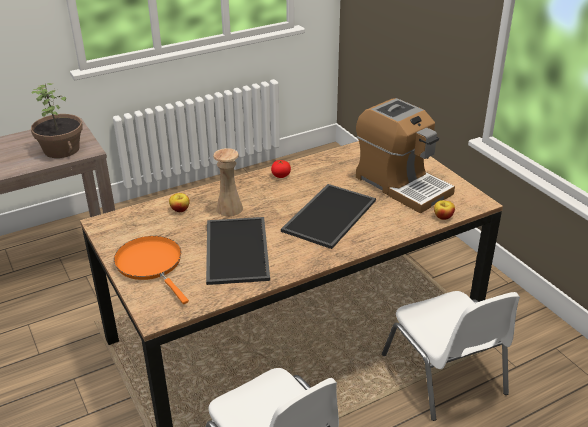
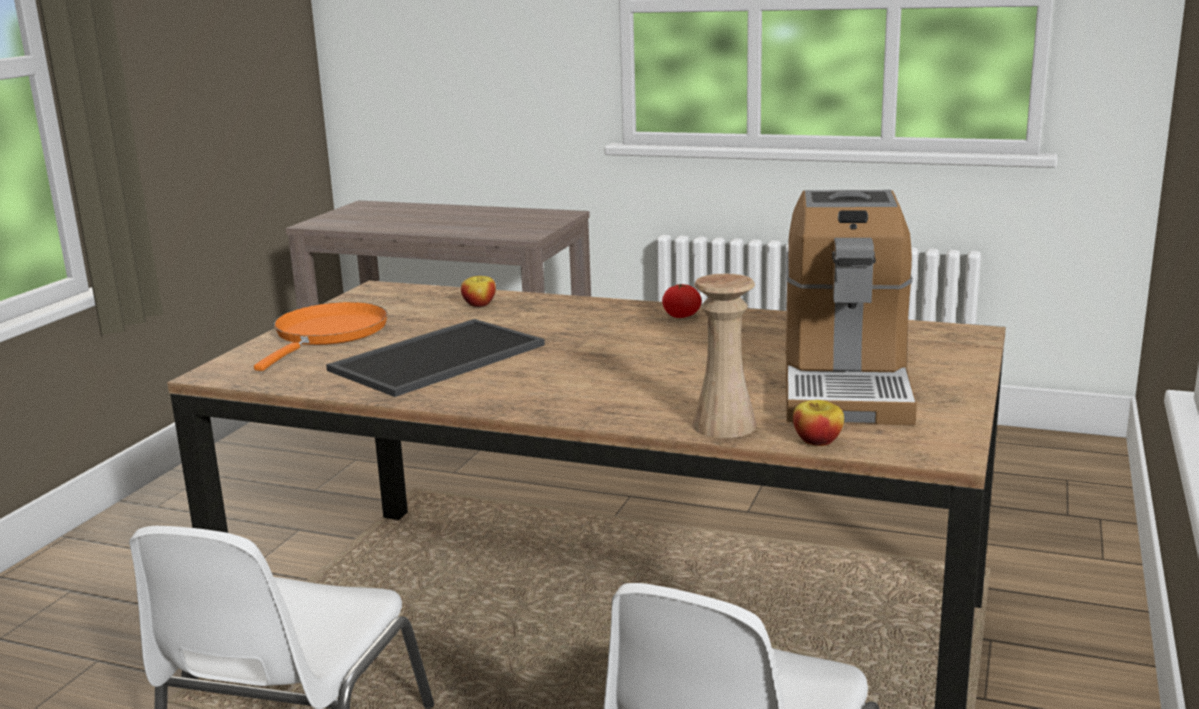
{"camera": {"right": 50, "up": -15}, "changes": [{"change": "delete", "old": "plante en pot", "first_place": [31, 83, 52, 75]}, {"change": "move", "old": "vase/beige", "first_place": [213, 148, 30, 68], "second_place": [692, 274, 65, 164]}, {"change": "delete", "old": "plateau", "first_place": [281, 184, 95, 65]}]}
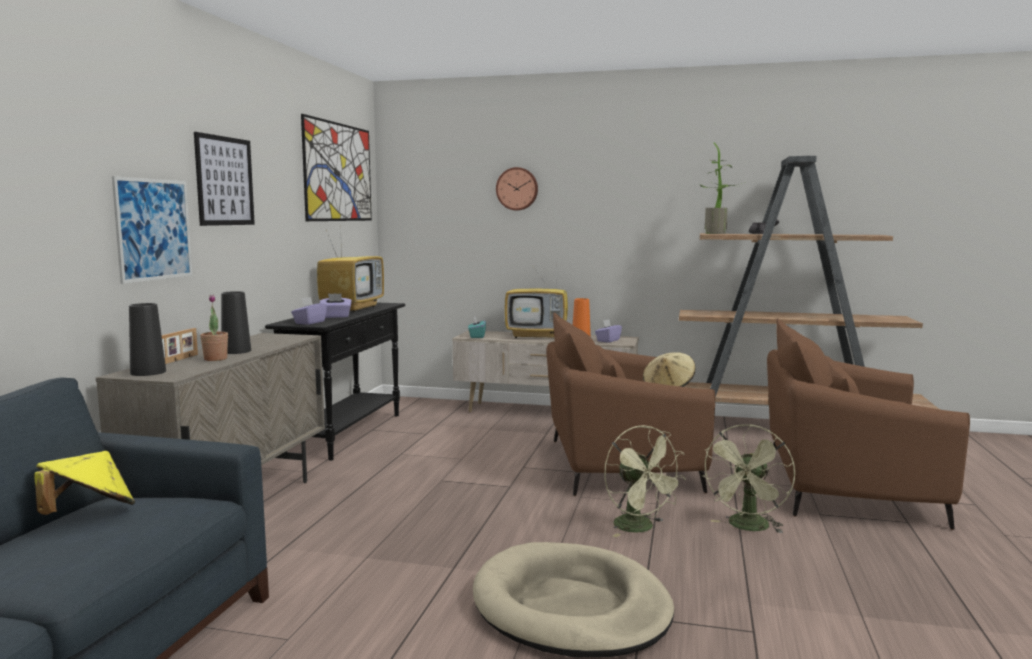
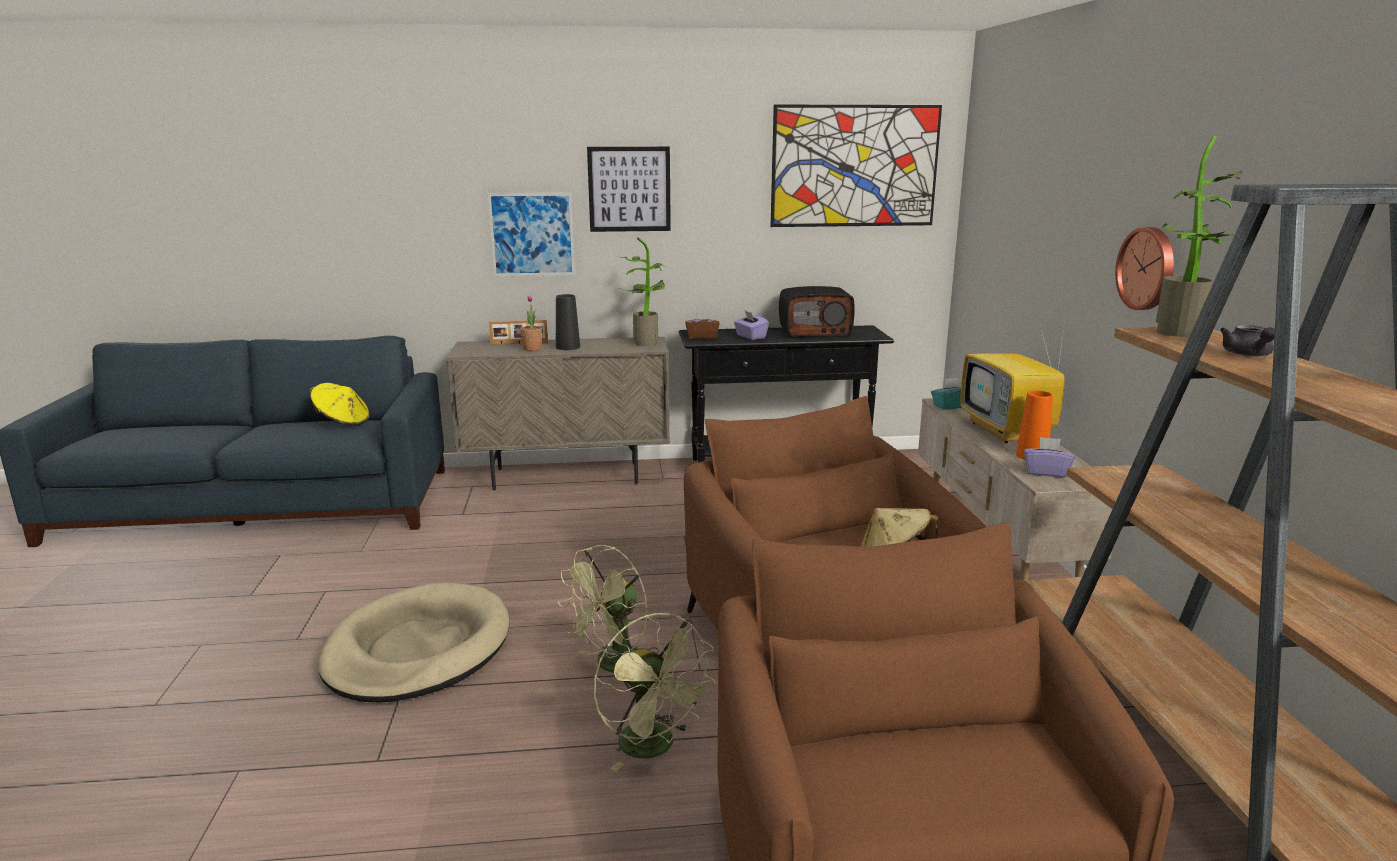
{"camera": {"right": 70, "up": 10}, "changes": [{"change": "move", "old": "horloge murale", "first_place": [496, 167, 42, 43], "second_place": [1115, 227, 59, 83]}, {"change": "replace", "old": "téléviseur", "new": "radio", "first_place": [317, 222, 67, 90], "second_place": [779, 286, 76, 52]}, {"change": "recolor", "old": "boîte à mouchoirs/violet", "new": "boîte à mouchoirs/marron", "first_place": [291, 297, 36, 28], "second_place": [685, 311, 35, 28]}, {"change": "delete", "old": "vase/noir", "first_place": [129, 303, 37, 73]}, {"change": "rotate", "old": "ventilateur/vert", "first_place": [701, 424, 94, 109], "second_place": [594, 613, 123, 158], "degrees": -135}, {"change": "insert", "new": "plante en pot", "second_place": [617, 237, 49, 109]}]}
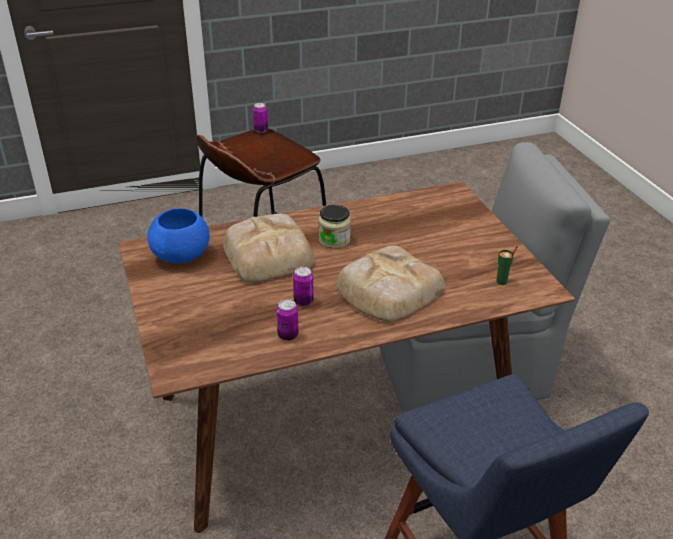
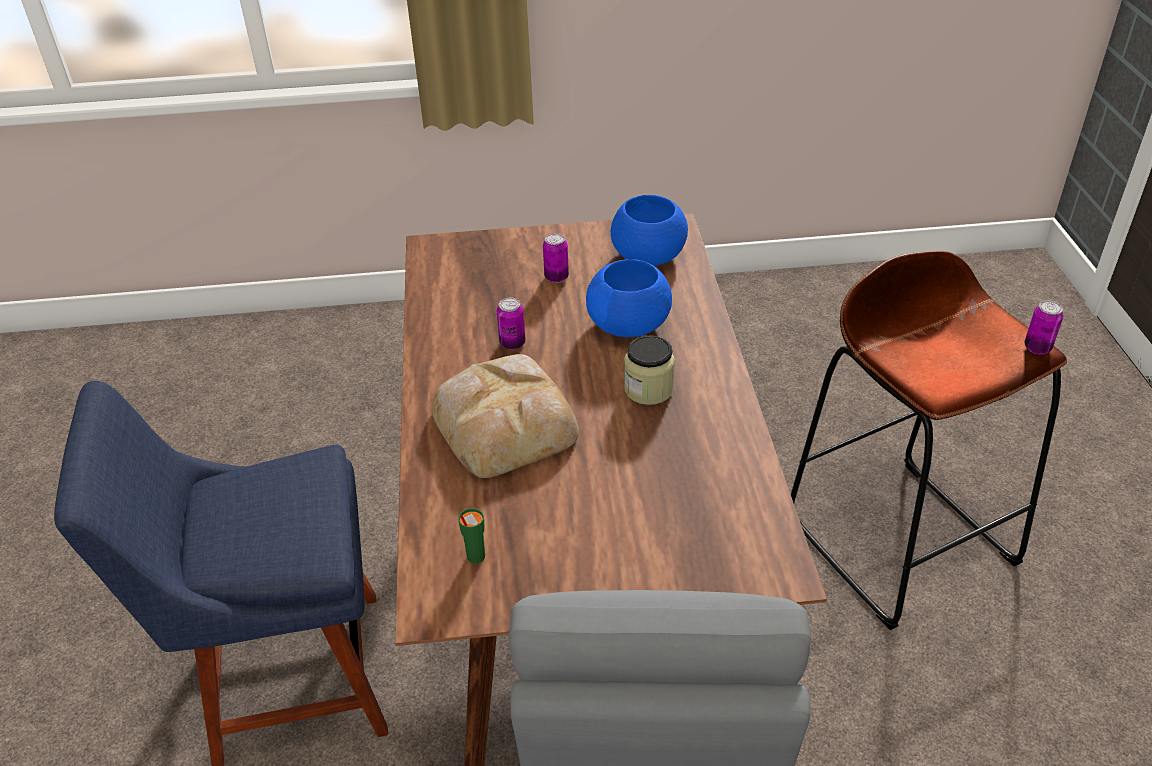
{"camera": {"right": 105, "up": 5}, "changes": [{"change": "replace", "old": "pain", "new": "bol/bleu", "first_place": [223, 214, 91, 69], "second_place": [586, 259, 86, 78]}, {"change": "move", "old": "boîte métallique", "first_place": [276, 299, 23, 42], "second_place": [543, 233, 26, 50]}]}
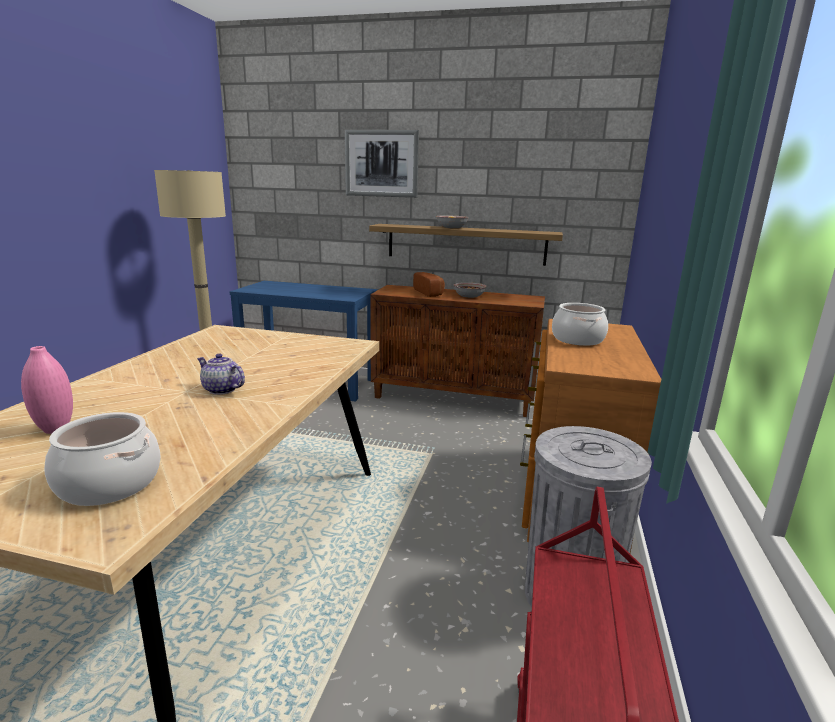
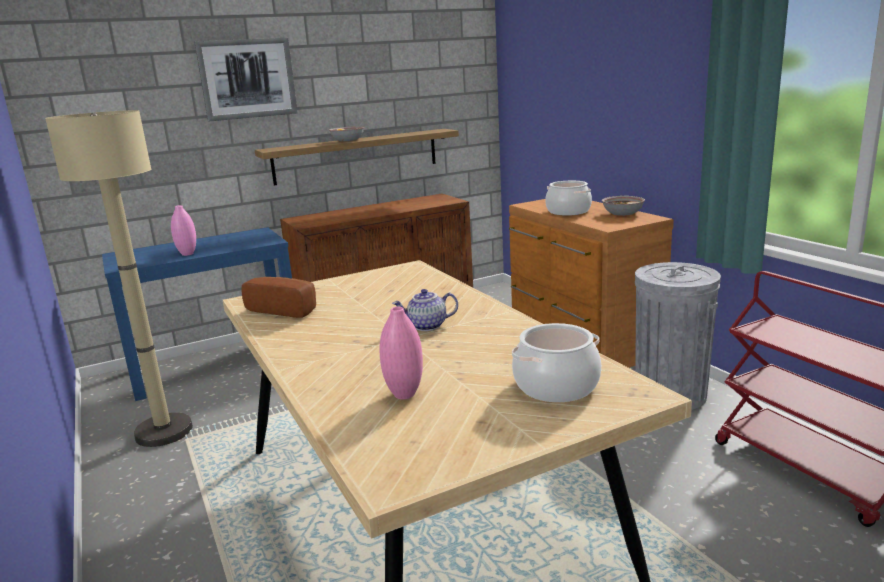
{"camera": {"right": -40, "up": 0}, "changes": [{"change": "move", "old": "pain", "first_place": [413, 272, 32, 25], "second_place": [242, 277, 74, 41]}, {"change": "move", "old": "bol", "first_place": [454, 282, 33, 16], "second_place": [602, 196, 43, 20]}, {"change": "insert", "new": "vase/rose", "second_place": [171, 205, 25, 51]}]}
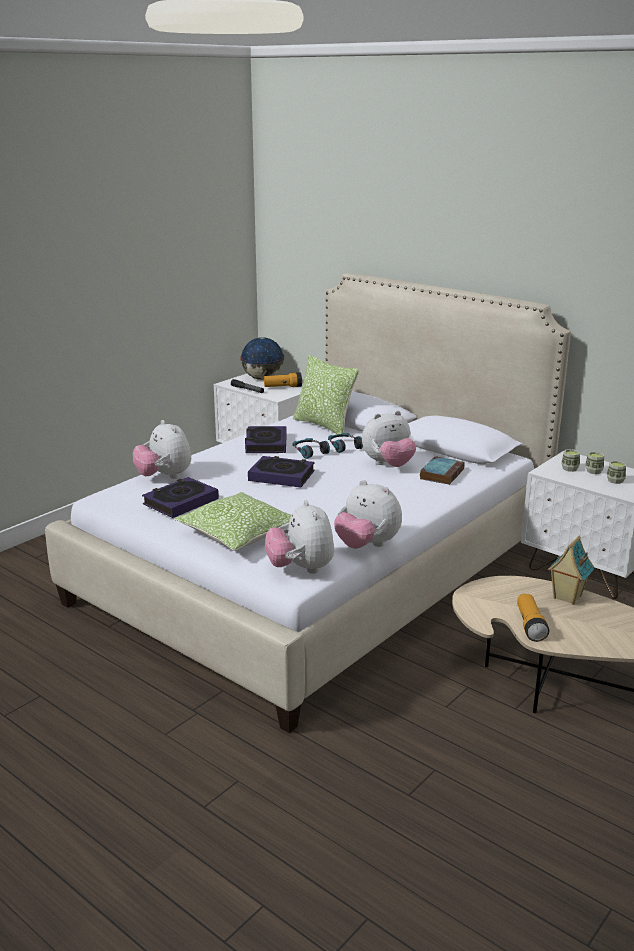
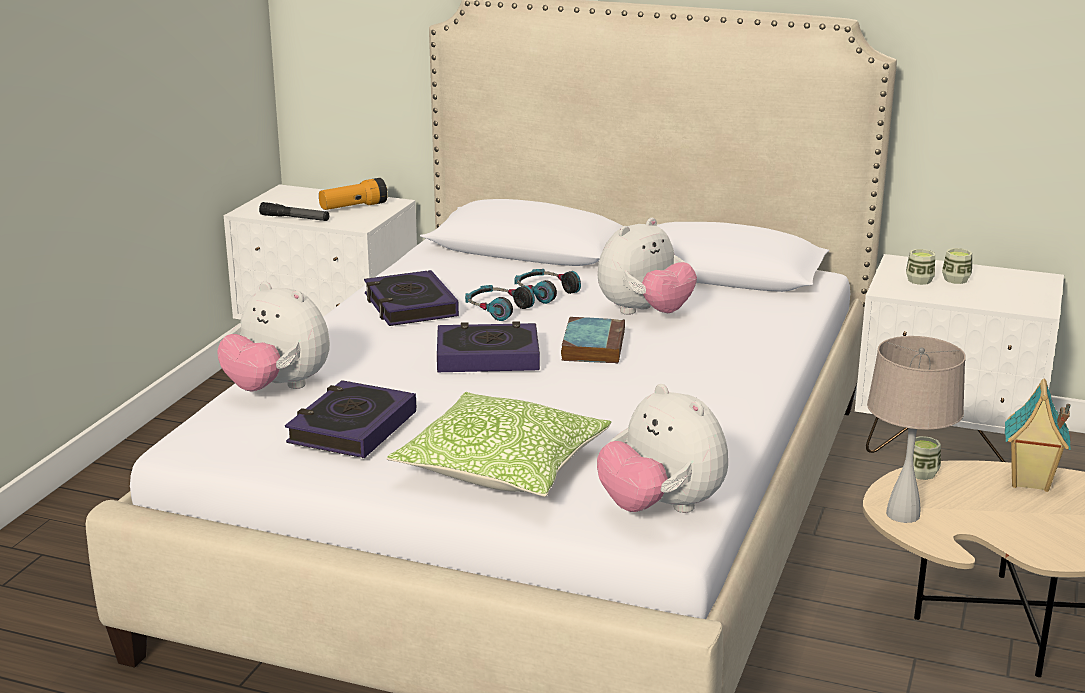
{"camera": {"right": -20, "up": 0}, "changes": [{"change": "delete", "old": "globe", "first_place": [240, 337, 44, 43]}, {"change": "delete", "old": "coussin", "first_place": [293, 355, 66, 79]}, {"change": "move", "old": "livre", "first_place": [420, 456, 45, 29], "second_place": [561, 317, 64, 46]}, {"change": "move", "old": "tasse", "first_place": [607, 461, 19, 23], "second_place": [913, 436, 28, 44]}, {"change": "delete", "old": "peluche", "first_place": [334, 480, 68, 69]}, {"change": "delete", "old": "lampe de poche", "first_place": [517, 594, 32, 48]}, {"change": "insert", "new": "lampe de table/beige", "second_place": [867, 336, 99, 187]}]}
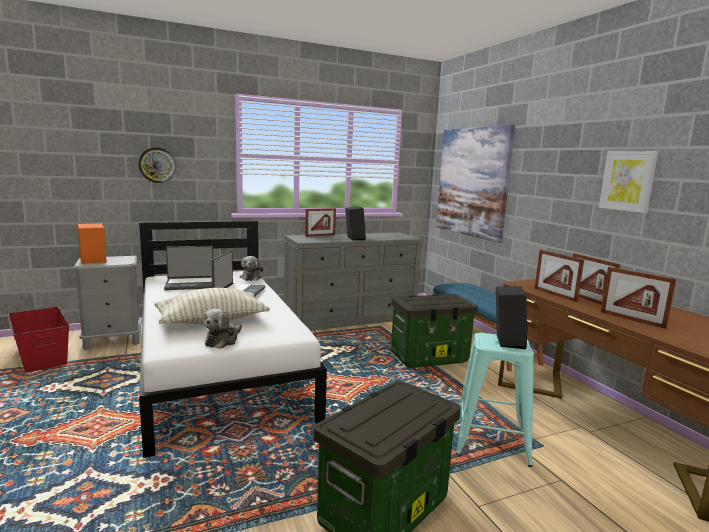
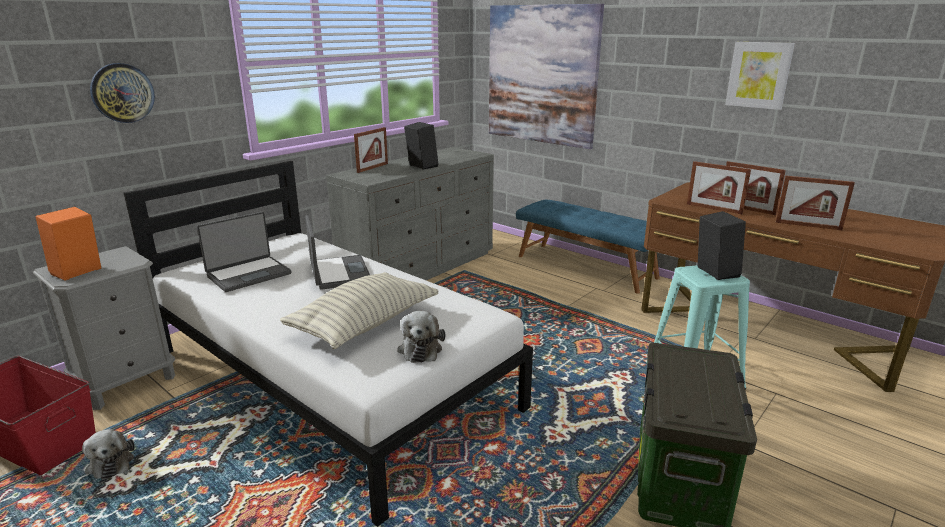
{"camera": {"right": -25, "up": 10}, "changes": [{"change": "move", "old": "peluche", "first_place": [239, 256, 24, 25], "second_place": [82, 429, 53, 51]}, {"change": "delete", "old": "boîte de rangement", "first_place": [391, 294, 87, 74]}]}
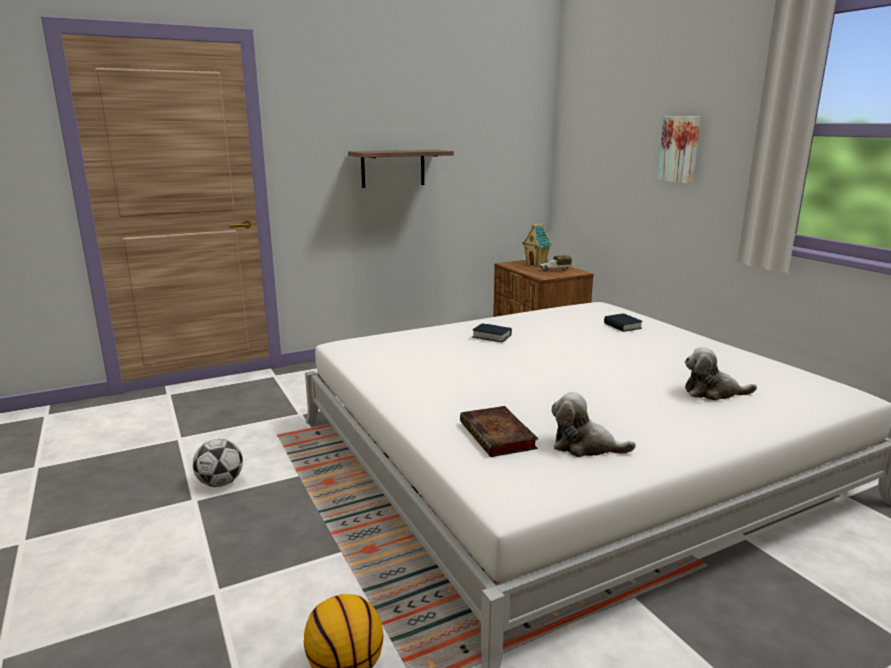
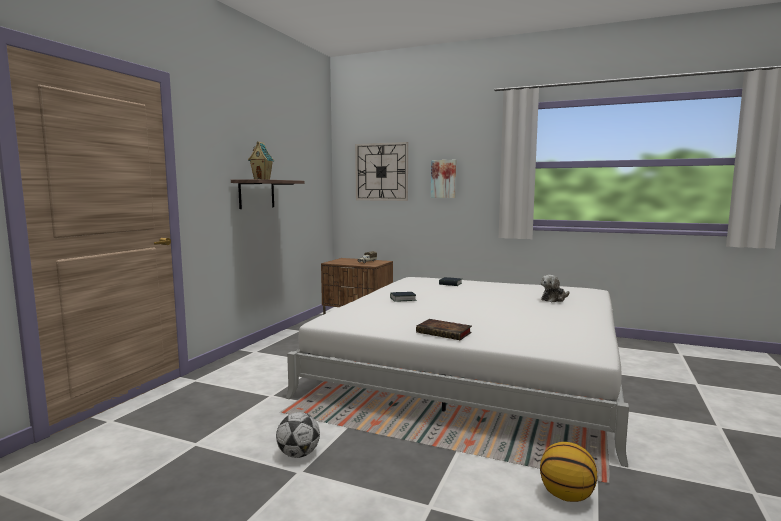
{"camera": {"right": -40, "up": -10}, "changes": [{"change": "move", "old": "maison miniature", "first_place": [522, 223, 30, 44], "second_place": [248, 141, 26, 39]}, {"change": "delete", "old": "peluche", "first_place": [552, 392, 84, 65]}, {"change": "move", "old": "livre", "first_place": [460, 406, 78, 51], "second_place": [416, 319, 56, 21]}, {"change": "insert", "new": "horloge murale", "second_place": [355, 142, 53, 59]}]}
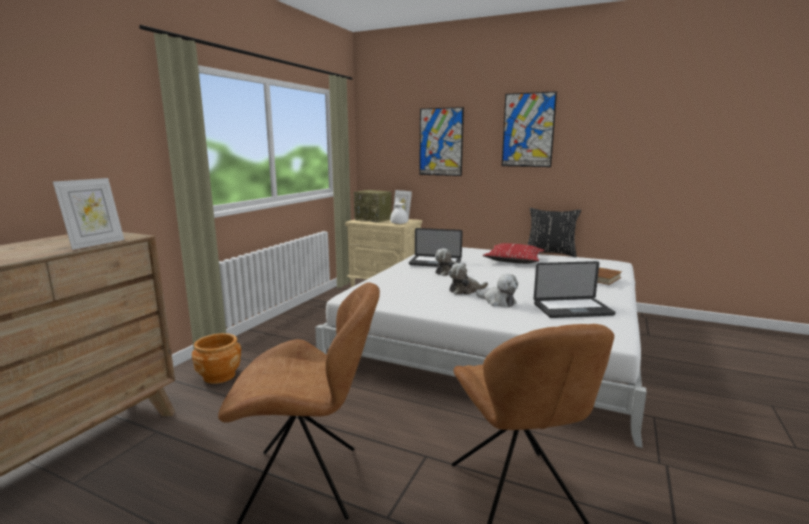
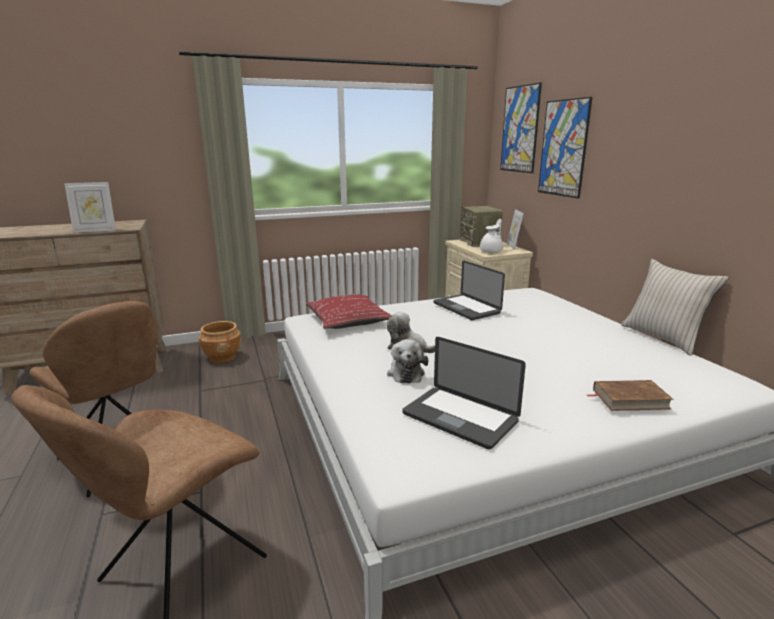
{"camera": {"right": 45, "up": 5}, "changes": [{"change": "move", "old": "tableau", "first_place": [502, 91, 55, 76], "second_place": [500, 82, 42, 91]}, {"change": "recolor", "old": "coussin/noir", "new": "coussin/beige", "first_place": [527, 208, 54, 49], "second_place": [621, 259, 108, 97]}, {"change": "move", "old": "coussin/rouge", "first_place": [483, 243, 62, 21], "second_place": [306, 294, 86, 35]}, {"change": "delete", "old": "peluche", "first_place": [435, 248, 31, 28]}]}
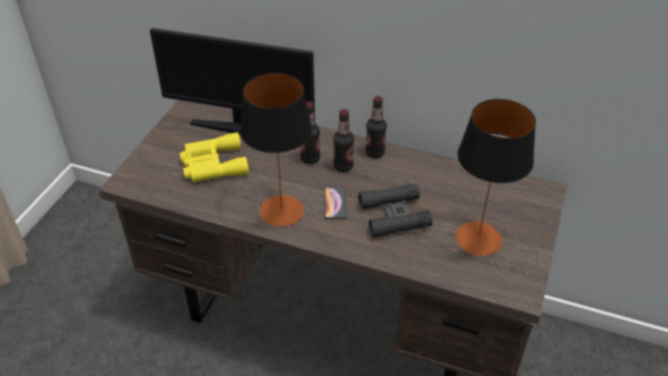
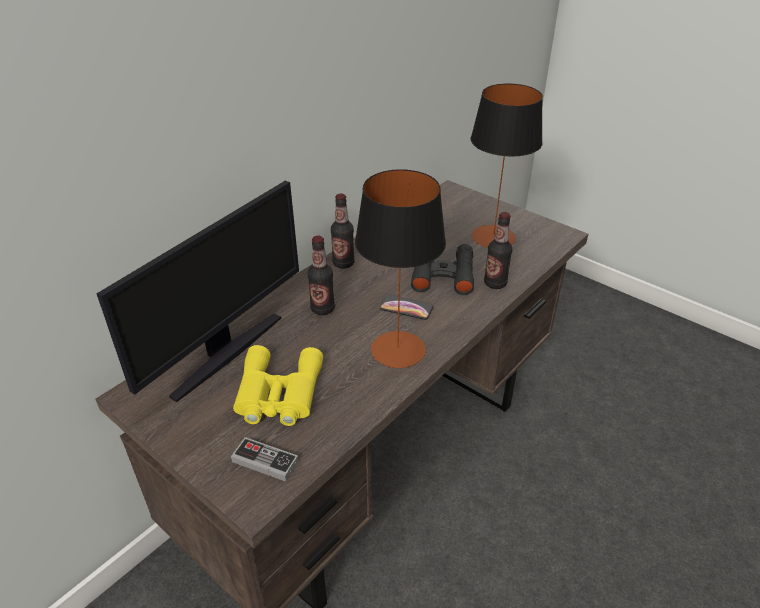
{"camera": {"right": -70, "up": -5}, "changes": [{"change": "move", "old": "bouteille", "first_place": [333, 109, 21, 63], "second_place": [484, 212, 28, 77]}, {"change": "insert", "new": "manette", "second_place": [231, 437, 68, 45]}]}
